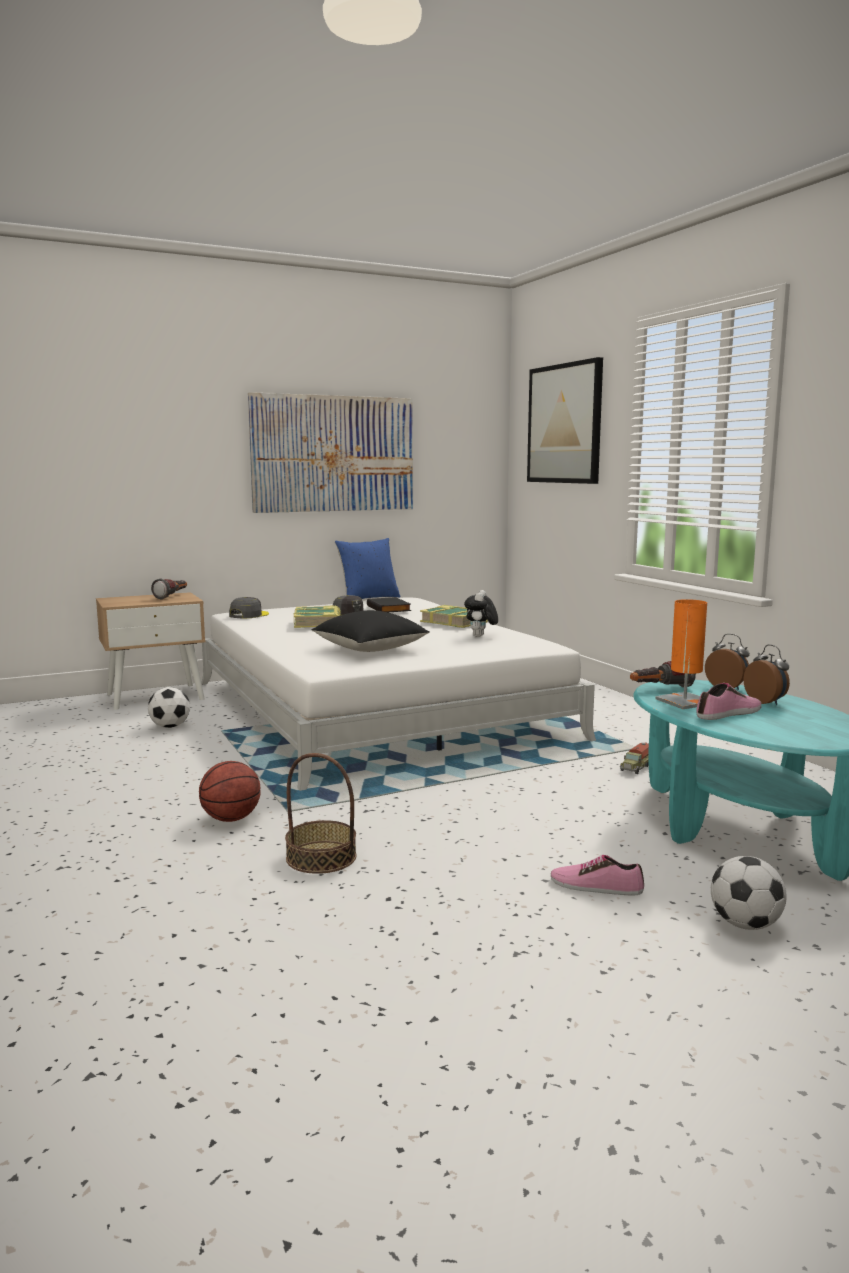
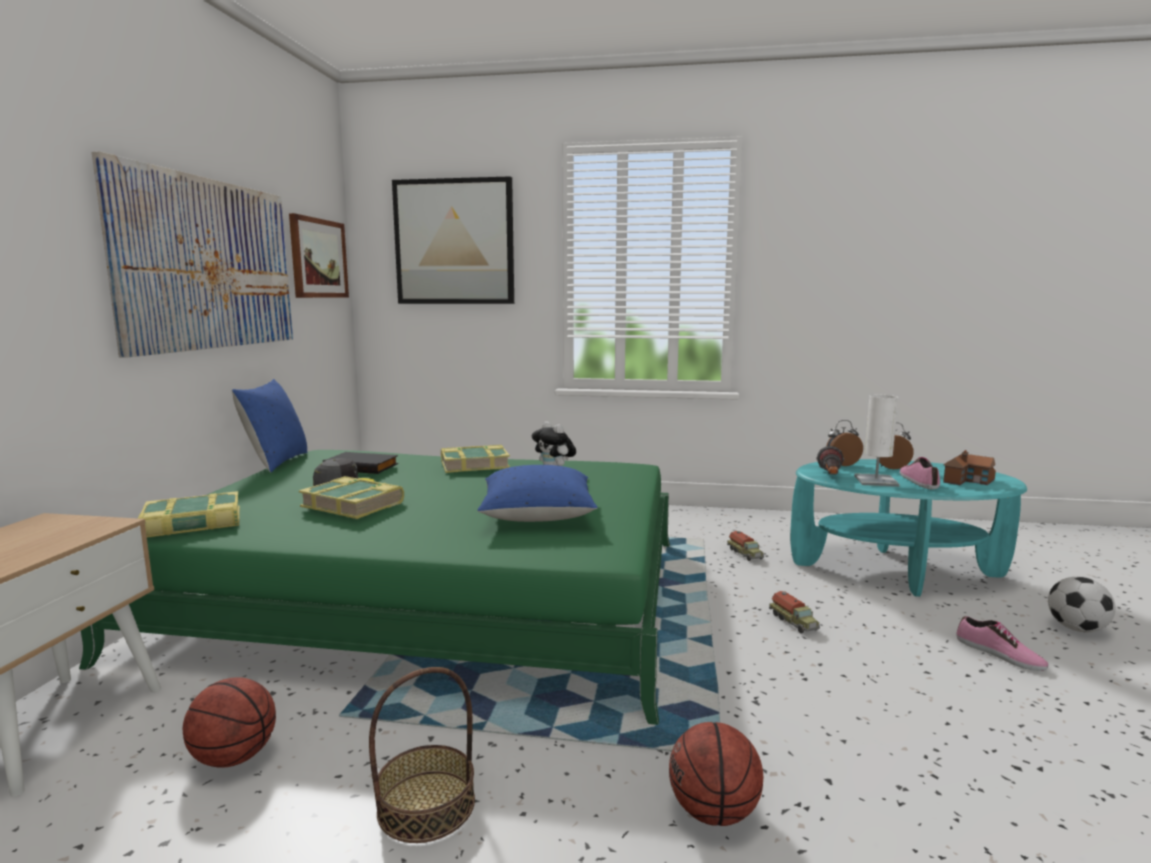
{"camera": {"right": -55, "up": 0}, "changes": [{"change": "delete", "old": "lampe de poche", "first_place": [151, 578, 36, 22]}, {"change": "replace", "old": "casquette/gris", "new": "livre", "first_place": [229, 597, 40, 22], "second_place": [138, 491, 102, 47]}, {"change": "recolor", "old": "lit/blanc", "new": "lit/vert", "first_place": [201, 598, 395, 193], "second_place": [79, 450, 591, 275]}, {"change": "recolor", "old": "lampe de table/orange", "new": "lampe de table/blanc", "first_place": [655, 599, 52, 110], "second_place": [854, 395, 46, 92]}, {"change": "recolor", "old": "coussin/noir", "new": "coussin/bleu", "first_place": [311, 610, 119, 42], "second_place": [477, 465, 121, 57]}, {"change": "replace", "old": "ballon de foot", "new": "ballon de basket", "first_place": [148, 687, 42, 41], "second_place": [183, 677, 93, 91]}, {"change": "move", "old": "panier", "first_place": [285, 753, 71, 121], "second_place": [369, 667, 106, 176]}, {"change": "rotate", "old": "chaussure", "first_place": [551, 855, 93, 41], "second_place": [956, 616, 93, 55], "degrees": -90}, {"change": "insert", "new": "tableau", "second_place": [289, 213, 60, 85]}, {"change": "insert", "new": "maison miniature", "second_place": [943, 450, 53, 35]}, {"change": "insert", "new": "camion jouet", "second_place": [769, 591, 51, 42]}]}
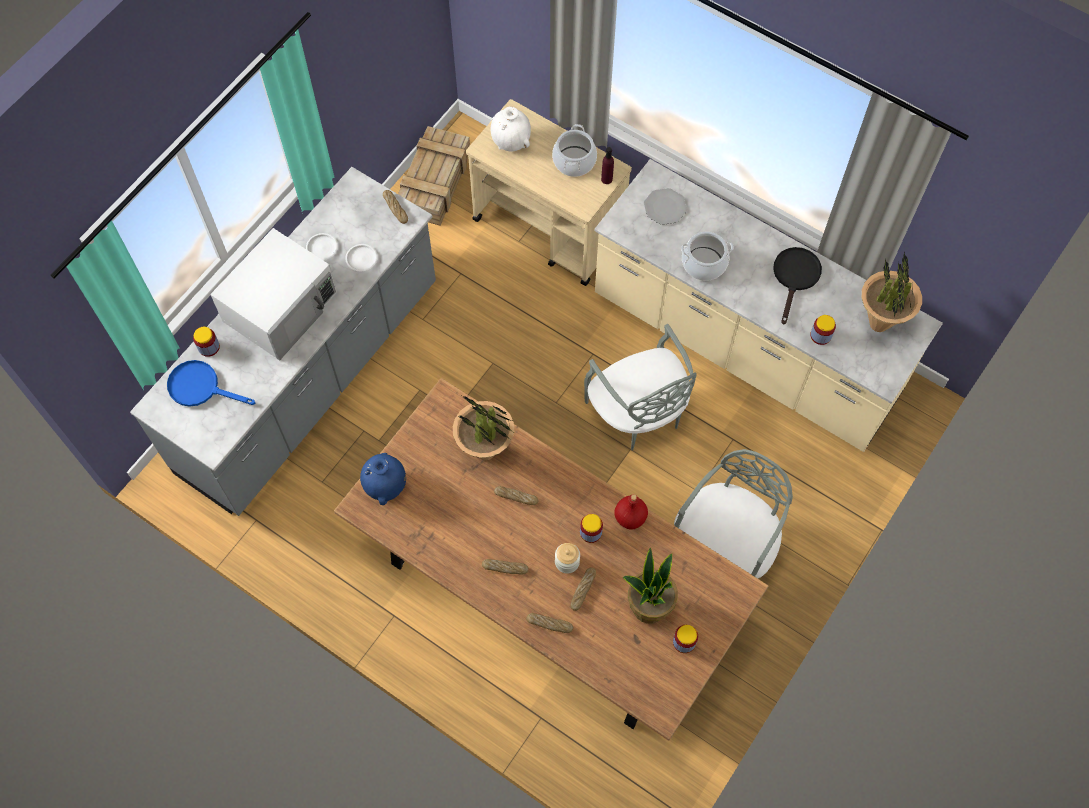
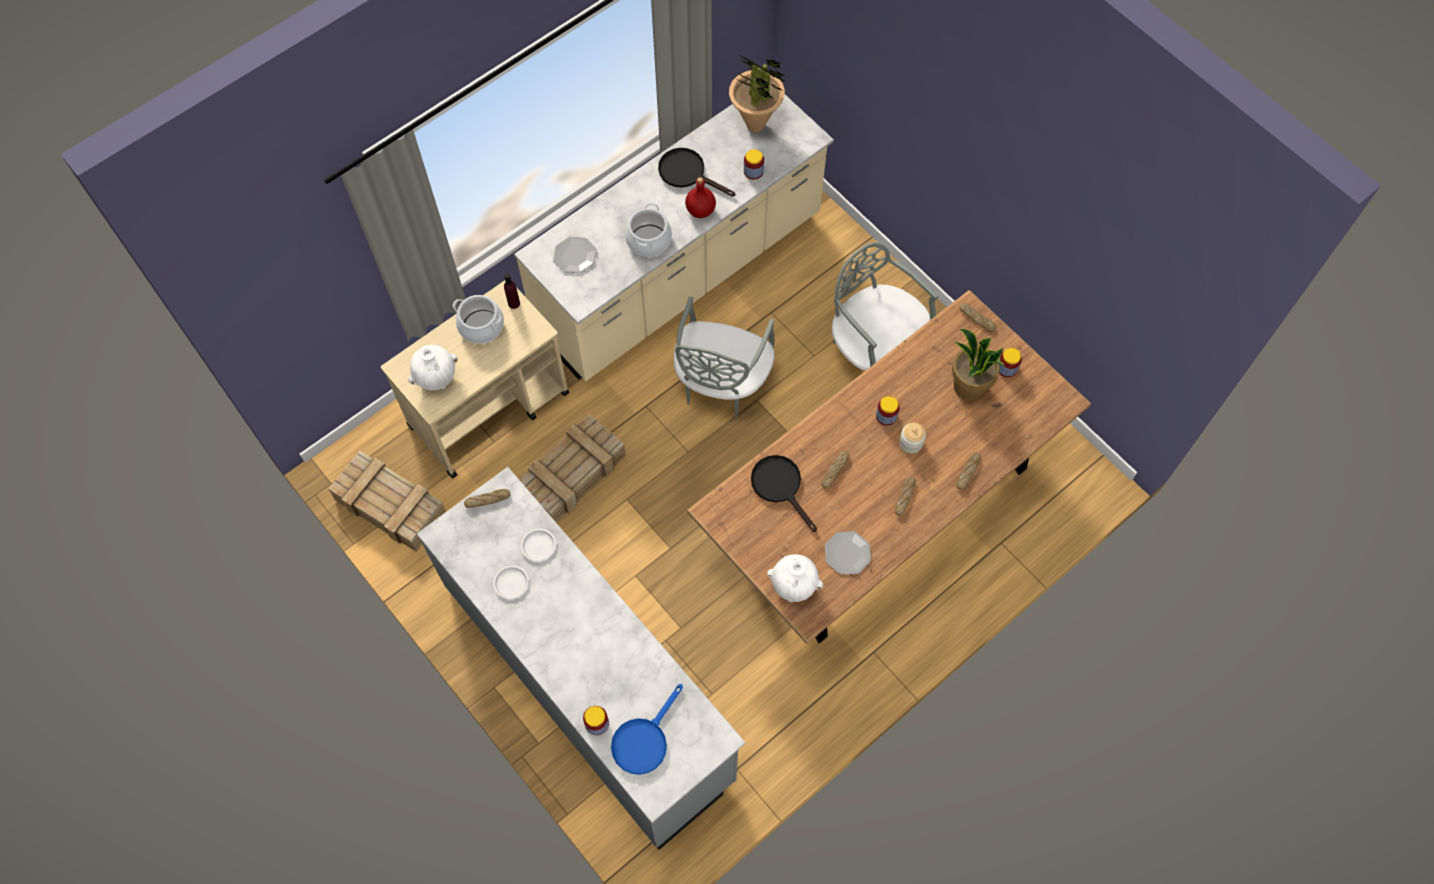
{"camera": {"right": -75, "up": 0}, "changes": [{"change": "delete", "old": "micro-ondes/blanc", "first_place": [210, 228, 127, 132]}, {"change": "rotate", "old": "chaise/gris", "first_place": [584, 324, 113, 127], "second_place": [673, 297, 102, 121], "degrees": 120}, {"change": "replace", "old": "plante en pot", "new": "poêle/noir", "first_place": [453, 396, 61, 64], "second_place": [751, 455, 66, 77]}, {"change": "recolor", "old": "vase/bleu", "new": "vase/blanc", "first_place": [360, 453, 46, 52], "second_place": [767, 554, 56, 48]}, {"change": "move", "old": "bouteille/rouge", "first_place": [614, 494, 34, 36], "second_place": [685, 177, 31, 41]}, {"change": "move", "old": "pain", "first_place": [571, 567, 25, 44], "second_place": [959, 303, 37, 29]}, {"change": "insert", "new": "caisse", "second_place": [519, 414, 107, 109]}, {"change": "insert", "new": "assiette", "second_place": [825, 531, 46, 44]}]}
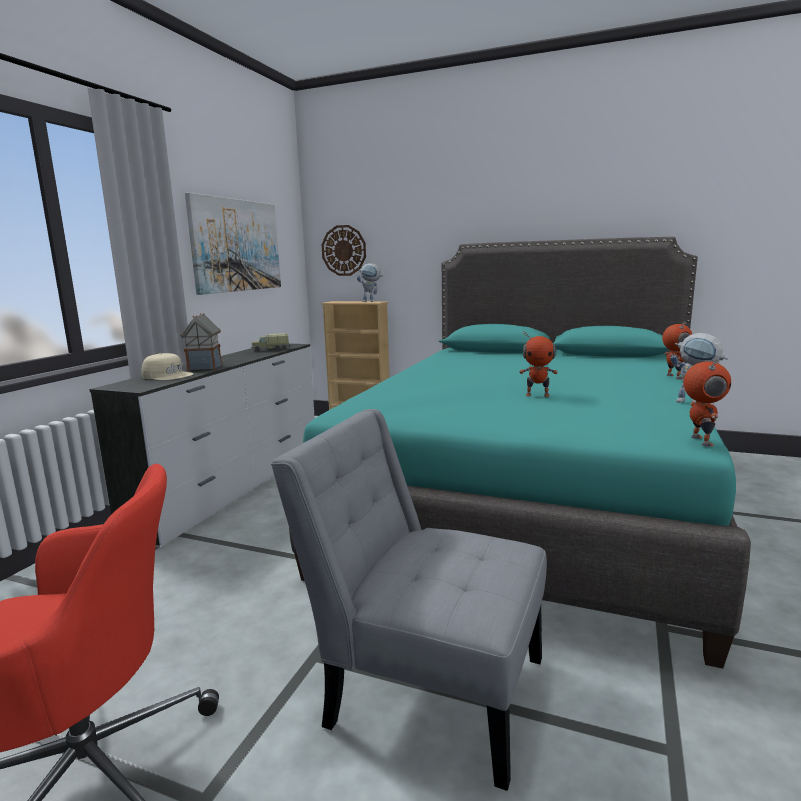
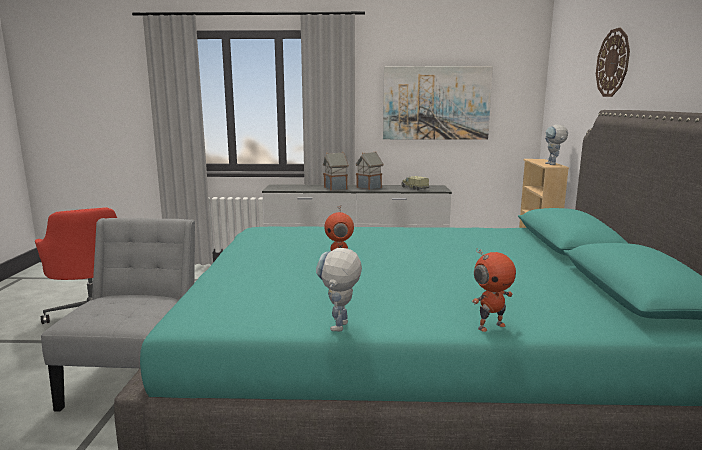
{"camera": {"right": 70, "up": 0}, "changes": [{"change": "move", "old": "horloge murale", "first_place": [322, 225, 44, 51], "second_place": [596, 28, 34, 69]}, {"change": "delete", "old": "casquette/beige", "first_place": [142, 353, 51, 27]}, {"change": "delete", "old": "robot jouet", "first_place": [683, 359, 48, 88]}, {"change": "insert", "new": "maison miniature", "second_place": [355, 152, 29, 38]}]}
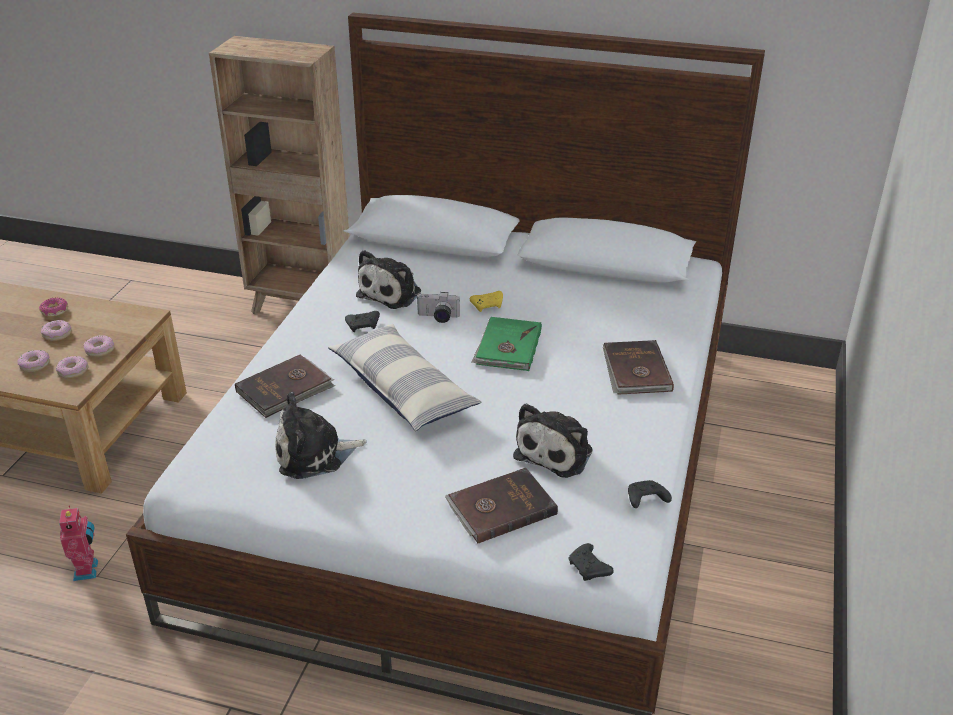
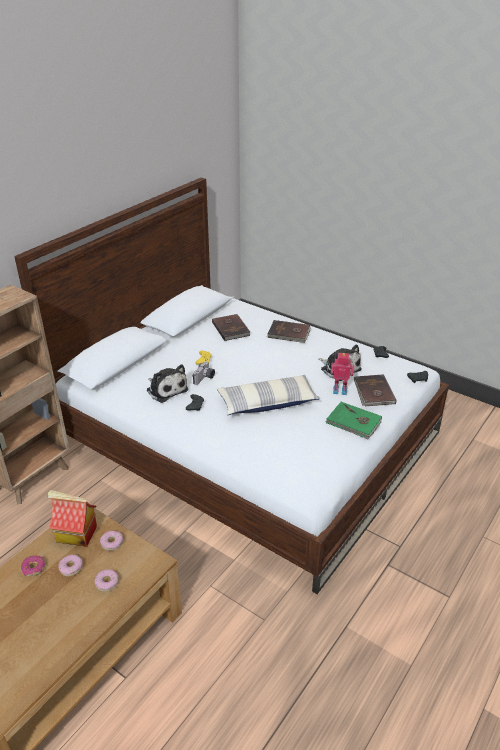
{"camera": {"right": -70, "up": 0}, "changes": [{"change": "move", "old": "livre/vert", "first_place": [471, 317, 71, 54], "second_place": [326, 402, 56, 37]}, {"change": "move", "old": "livre/marron", "first_place": [235, 354, 100, 64], "second_place": [212, 314, 38, 27]}, {"change": "delete", "old": "beignet", "first_place": [56, 356, 32, 23]}, {"change": "delete", "old": "peluche", "first_place": [275, 392, 92, 87]}, {"change": "move", "old": "robot jouet", "first_place": [59, 506, 39, 75], "second_place": [331, 353, 23, 42]}, {"change": "insert", "new": "maison miniature", "second_place": [48, 490, 49, 57]}]}
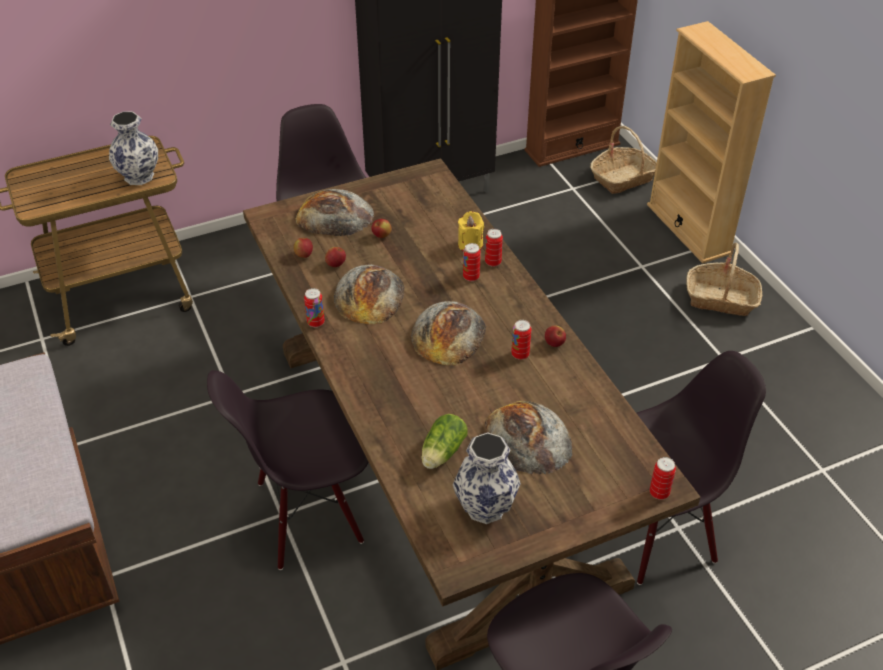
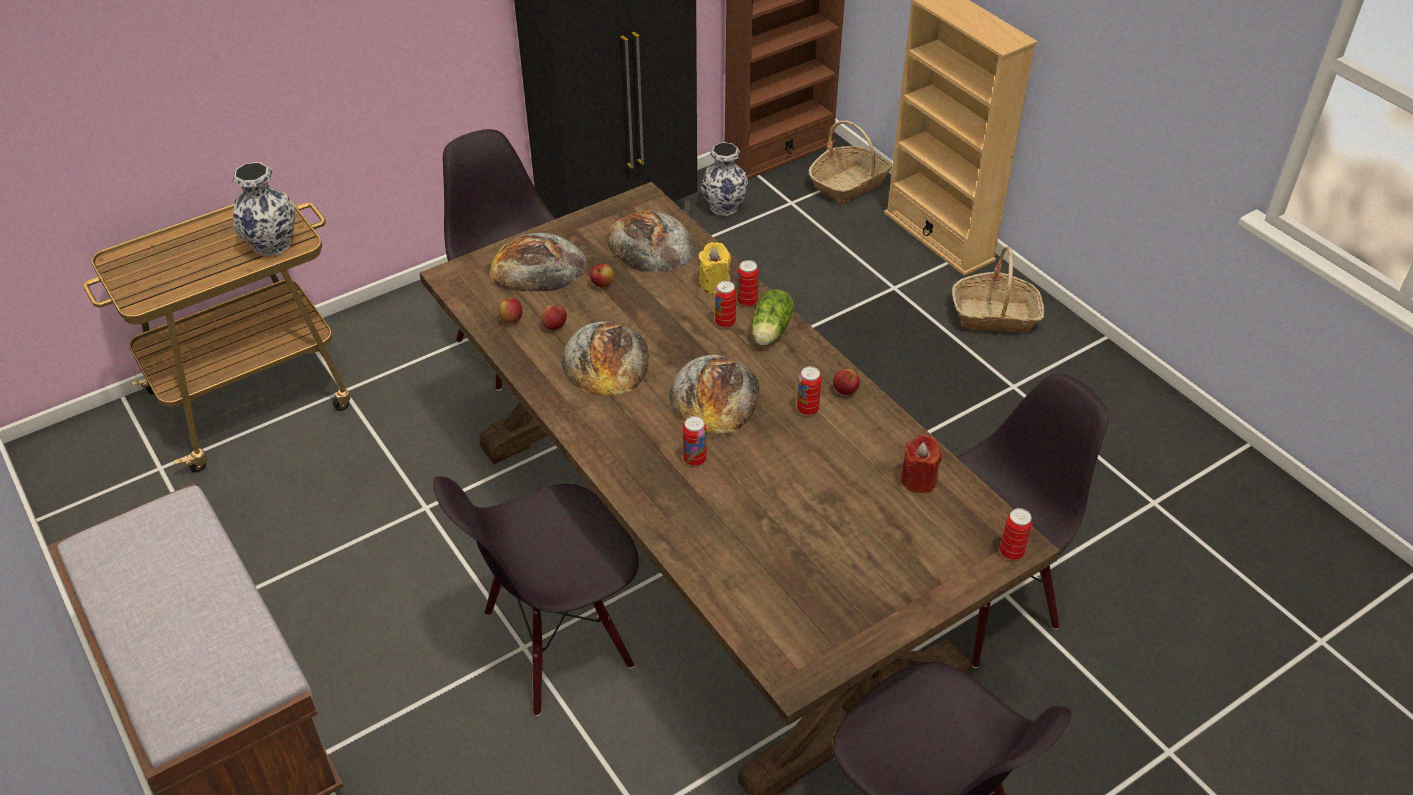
{"camera": {"right": -10, "up": 0}, "changes": [{"change": "move", "old": "boîte métallique", "first_place": [304, 288, 21, 40], "second_place": [683, 416, 23, 50]}, {"change": "move", "old": "pain", "first_place": [485, 401, 87, 73], "second_place": [606, 210, 90, 63]}, {"change": "move", "old": "laitue", "first_place": [421, 414, 47, 55], "second_place": [752, 289, 43, 56]}, {"change": "move", "old": "vase", "first_place": [453, 432, 68, 92], "second_place": [701, 142, 47, 74]}, {"change": "insert", "new": "bougie/rouge", "second_place": [901, 434, 41, 59]}]}
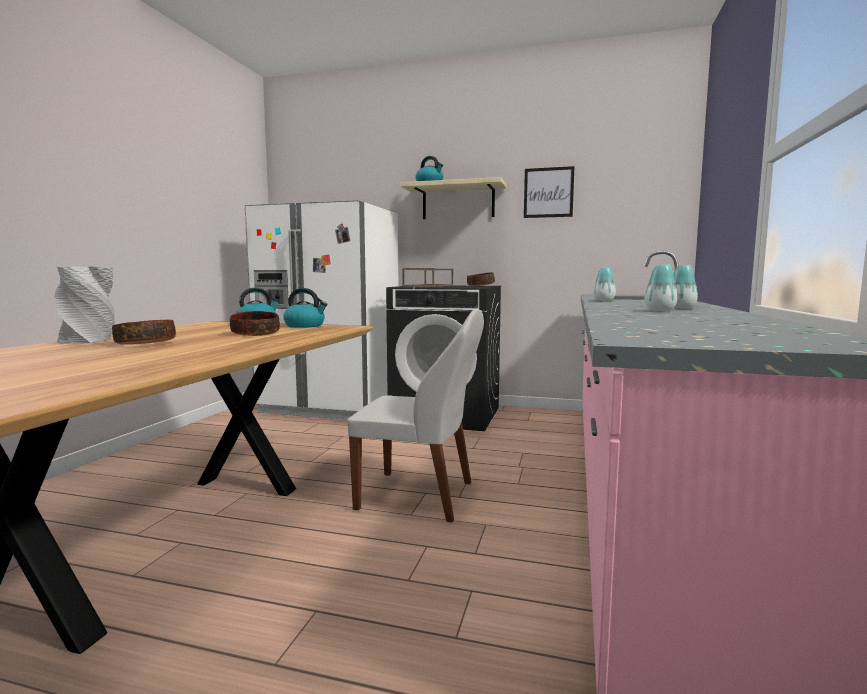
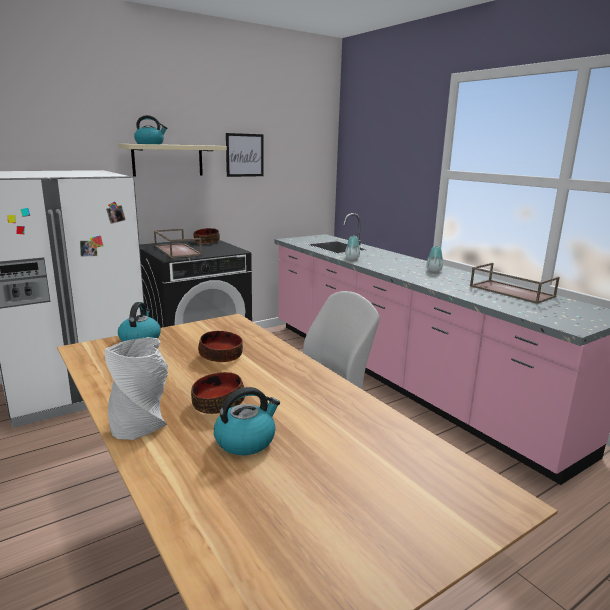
{"camera": {"right": -50, "up": 10}, "changes": [{"change": "delete", "old": "vase", "first_place": [645, 264, 32, 47]}, {"change": "move", "old": "bouilloire", "first_place": [283, 288, 45, 40], "second_place": [214, 387, 66, 68]}, {"change": "insert", "new": "plateau/marron", "second_place": [470, 263, 90, 41]}]}
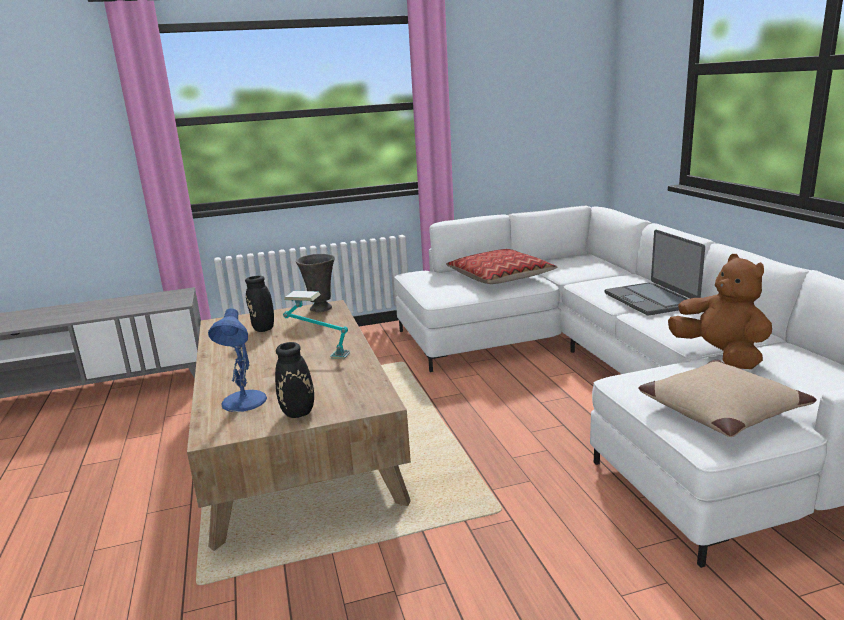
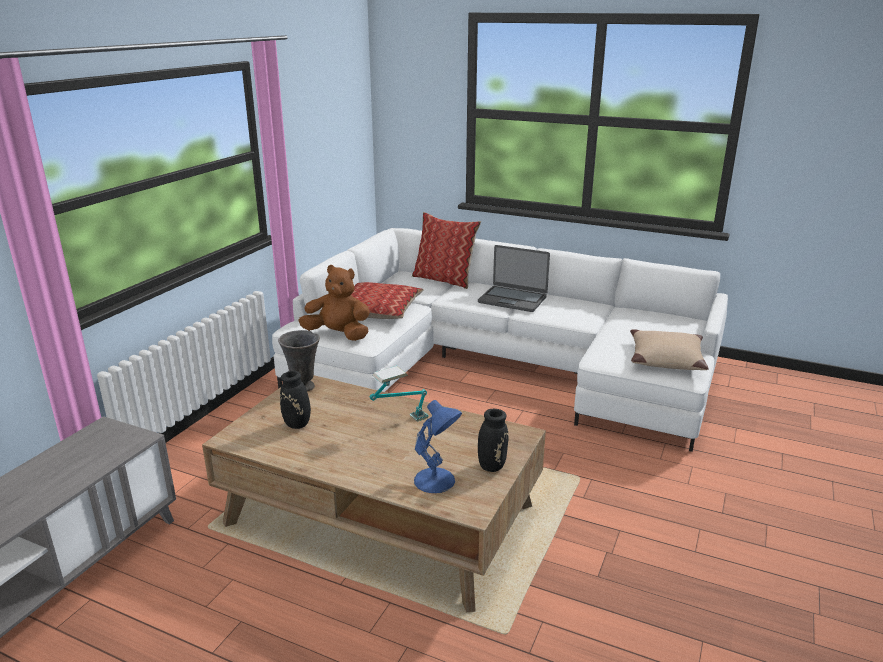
{"camera": {"right": -50, "up": 5}, "changes": [{"change": "move", "old": "peluche/marron", "first_place": [668, 254, 104, 115], "second_place": [298, 265, 72, 76]}, {"change": "insert", "new": "coussin", "second_place": [412, 212, 69, 77]}]}
